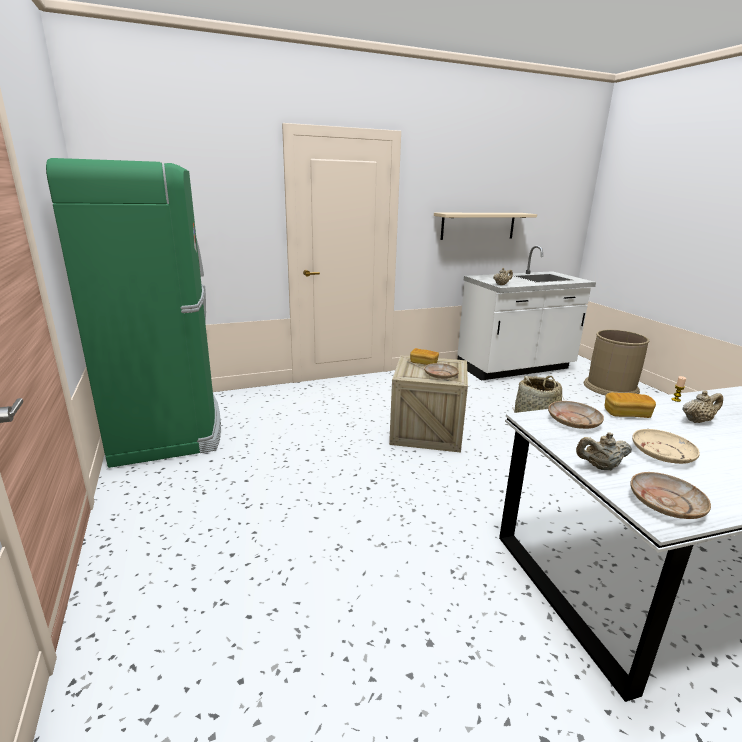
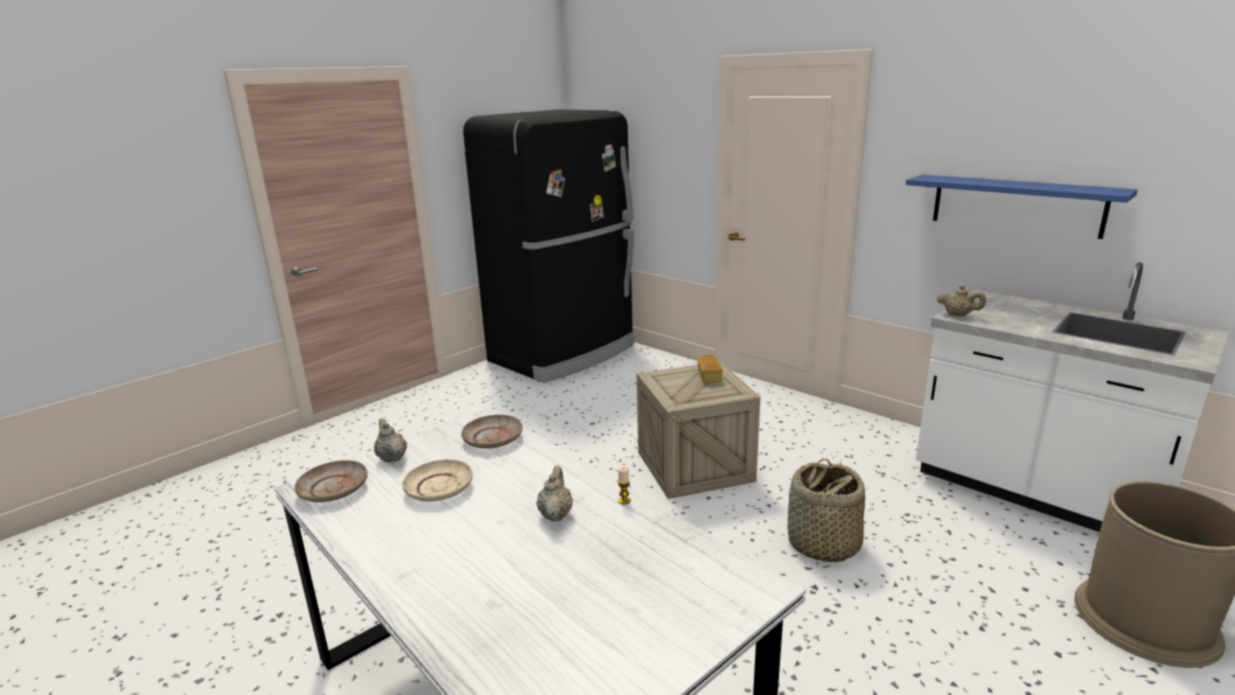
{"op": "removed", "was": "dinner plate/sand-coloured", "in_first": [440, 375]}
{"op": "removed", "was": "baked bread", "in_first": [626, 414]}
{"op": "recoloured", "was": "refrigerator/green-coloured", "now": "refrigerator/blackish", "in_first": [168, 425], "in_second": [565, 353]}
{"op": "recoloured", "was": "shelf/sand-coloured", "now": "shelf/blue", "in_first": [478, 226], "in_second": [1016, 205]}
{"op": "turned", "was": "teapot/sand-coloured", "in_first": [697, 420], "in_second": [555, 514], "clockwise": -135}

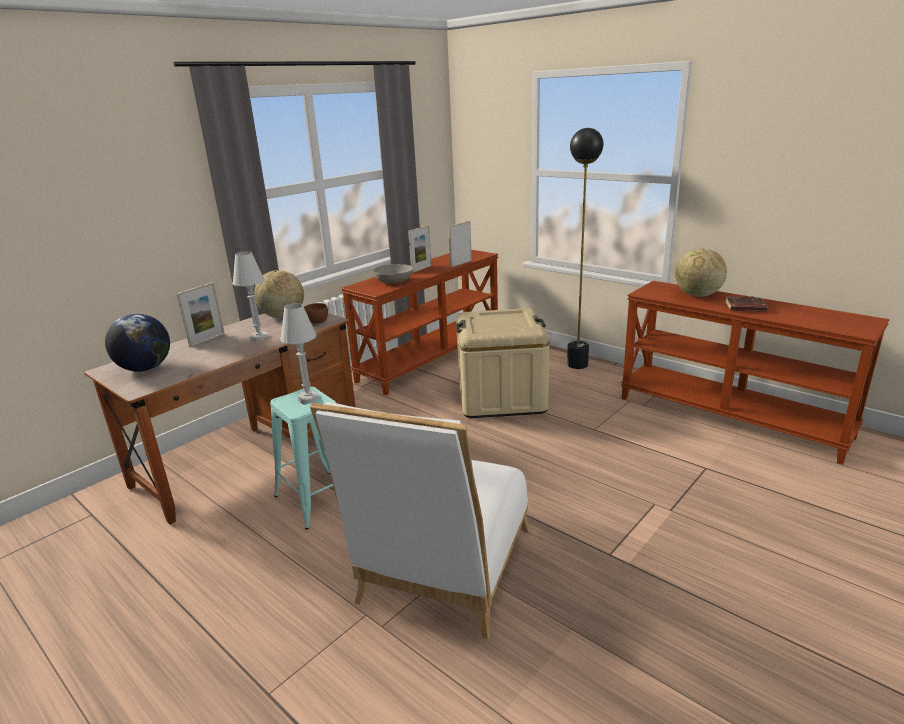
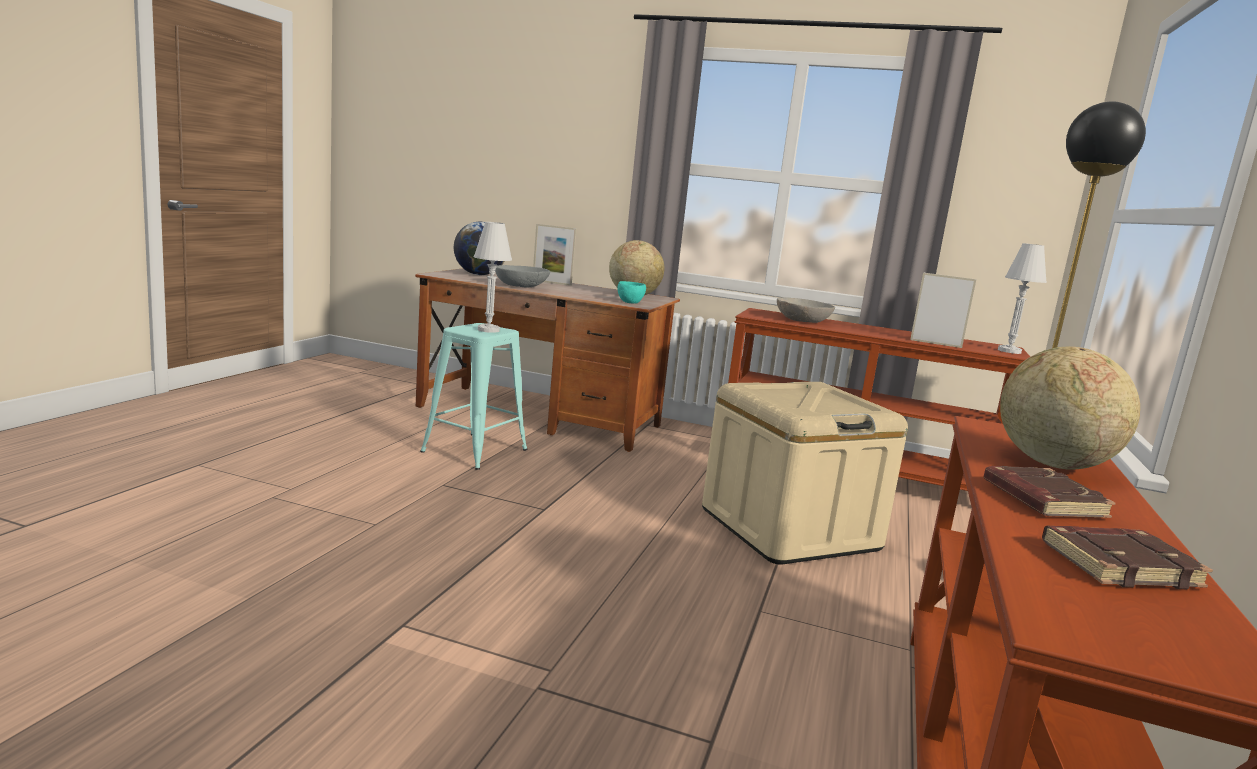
{"op": "removed", "was": "plain chair/white", "in_first": [442, 573]}
{"op": "removed", "was": "photo frame", "in_first": [421, 269]}
{"op": "added", "now": "bowl/greyish", "in_second": [521, 286]}
{"op": "added", "now": "bound book/brown-coloured", "in_second": [1119, 565]}
{"op": "moved", "was": "tabletop lamp/white", "in_first": [259, 337], "in_second": [1009, 351]}
{"op": "recoloured", "was": "bowl/brown-coloured", "now": "bowl/turquoise-coloured", "in_first": [317, 322], "in_second": [629, 302]}

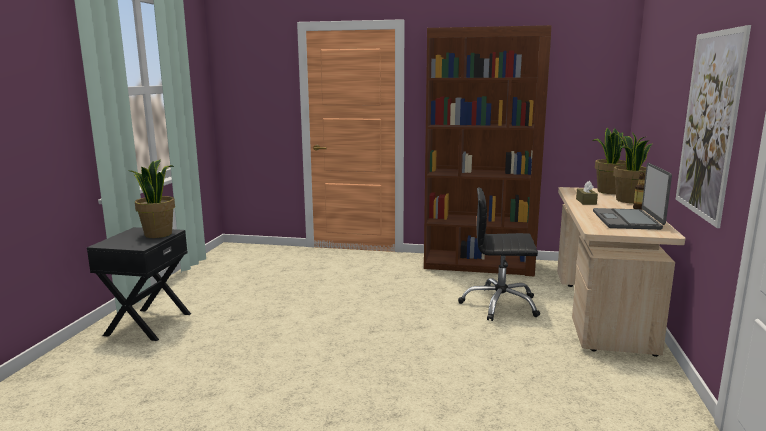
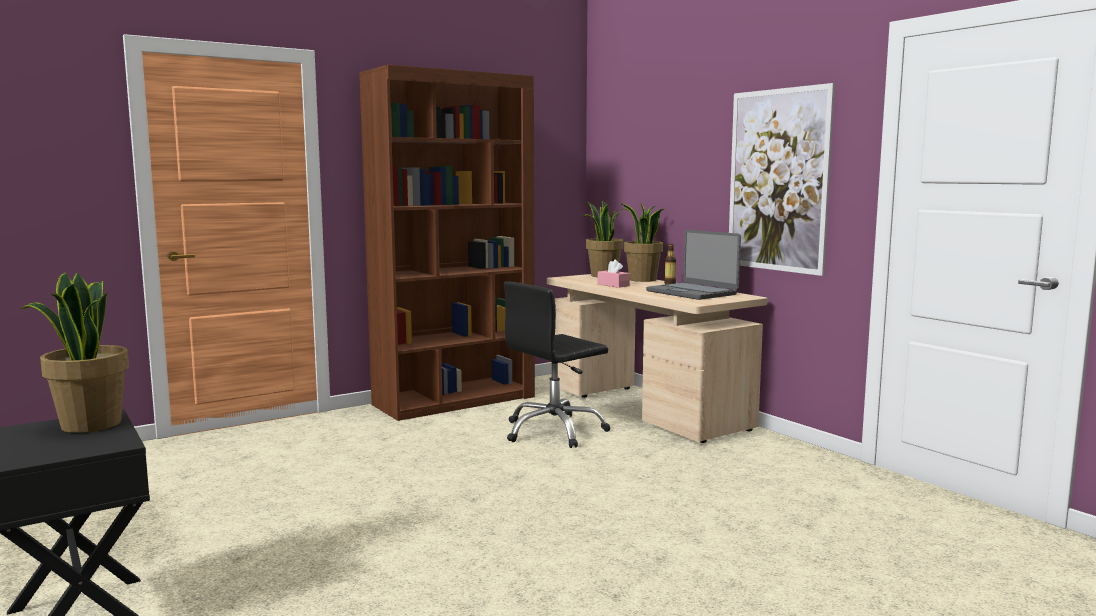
{"op": "recoloured", "was": "box of tissues/brown-coloured", "now": "box of tissues/pink", "in_first": [586, 201], "in_second": [613, 285]}

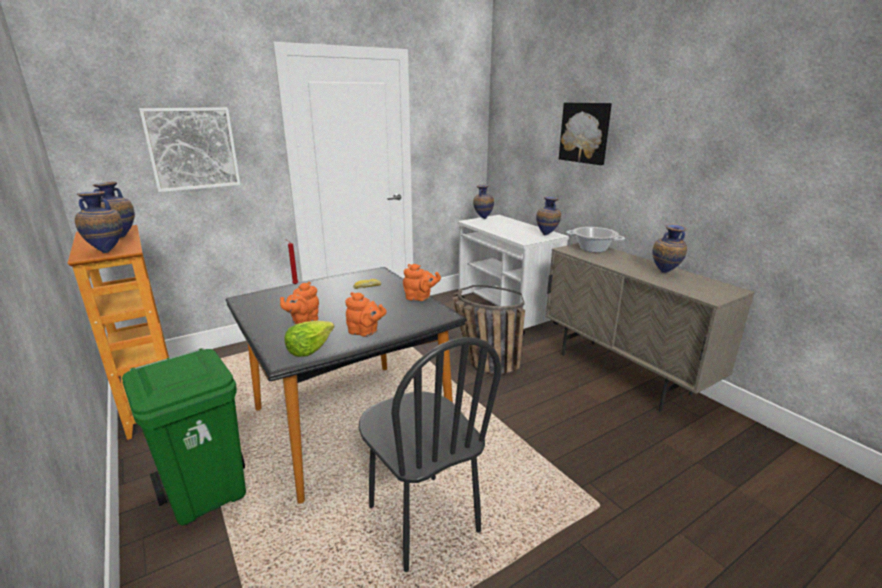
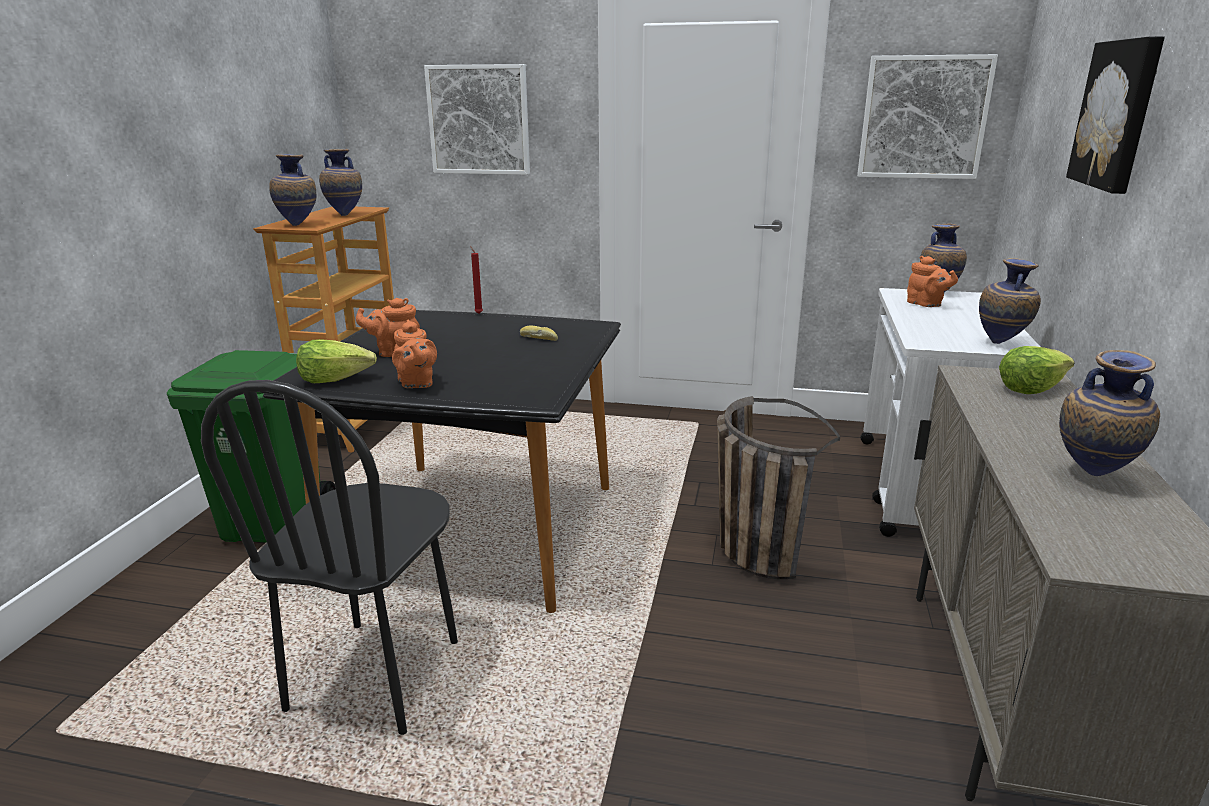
{"op": "added", "now": "wall art", "in_second": [923, 117]}
{"op": "moved", "was": "teapot/orange", "in_first": [420, 298], "in_second": [926, 304]}
{"op": "replaced", "was": "cooking pot", "now": "lettuce", "in_first": [593, 249], "in_second": [1030, 388]}

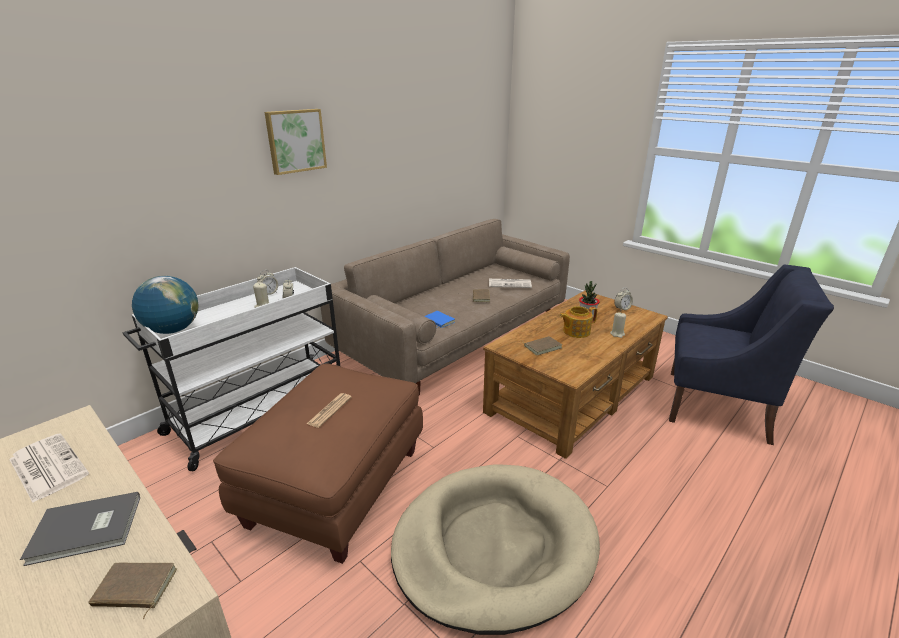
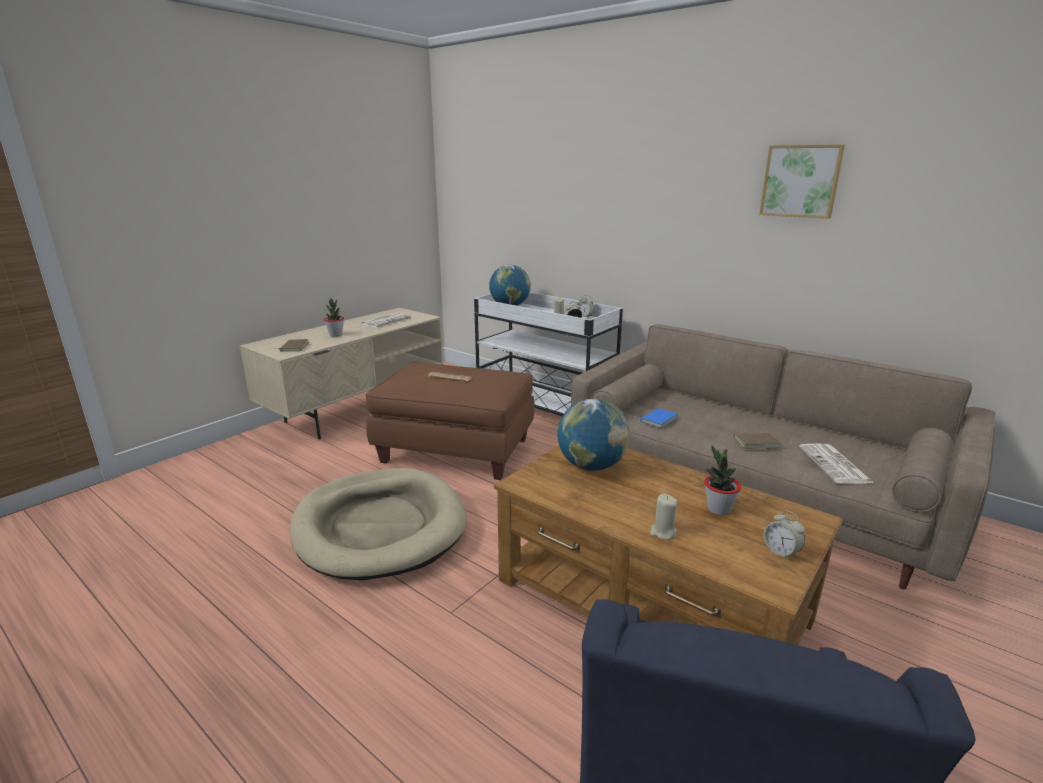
{"op": "removed", "was": "teapot", "in_first": [575, 331]}
{"op": "moved", "was": "wall art", "in_first": [295, 141], "in_second": [801, 181]}
{"op": "replaced", "was": "bound book/greyish", "now": "potted plant", "in_first": [87, 530], "in_second": [336, 334]}
{"op": "replaced", "was": "bound book/brown-coloured", "now": "world globe", "in_first": [542, 347], "in_second": [591, 466]}

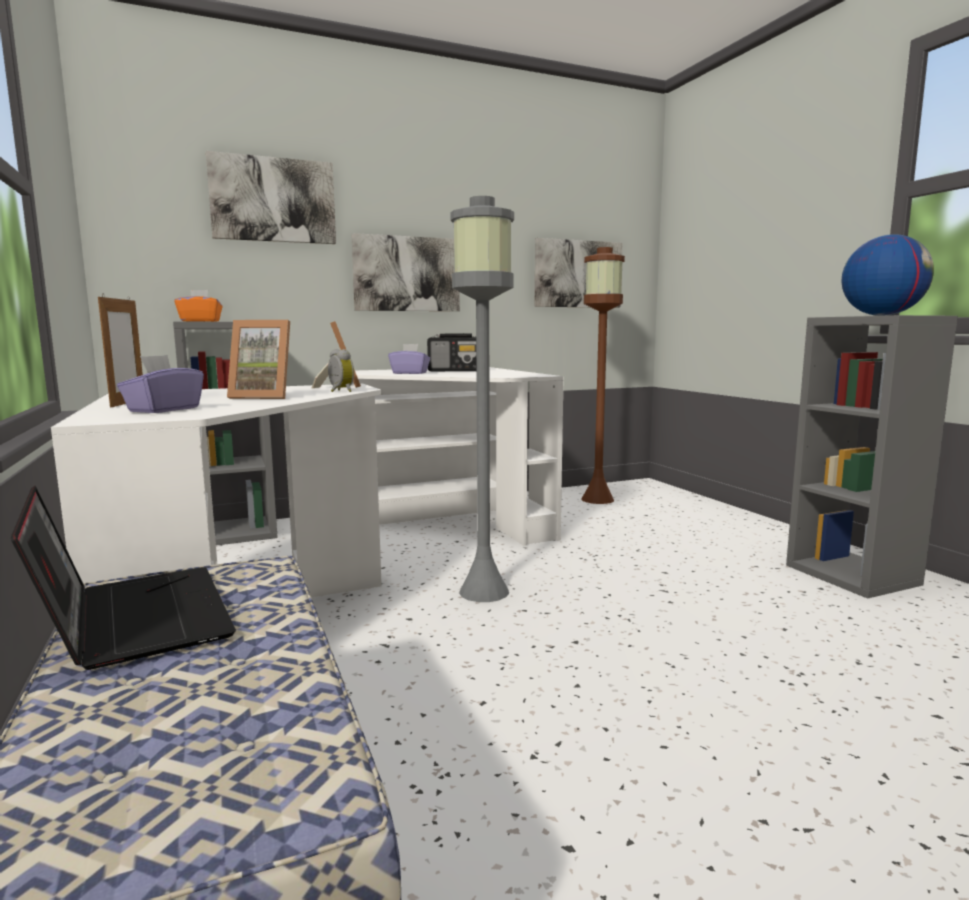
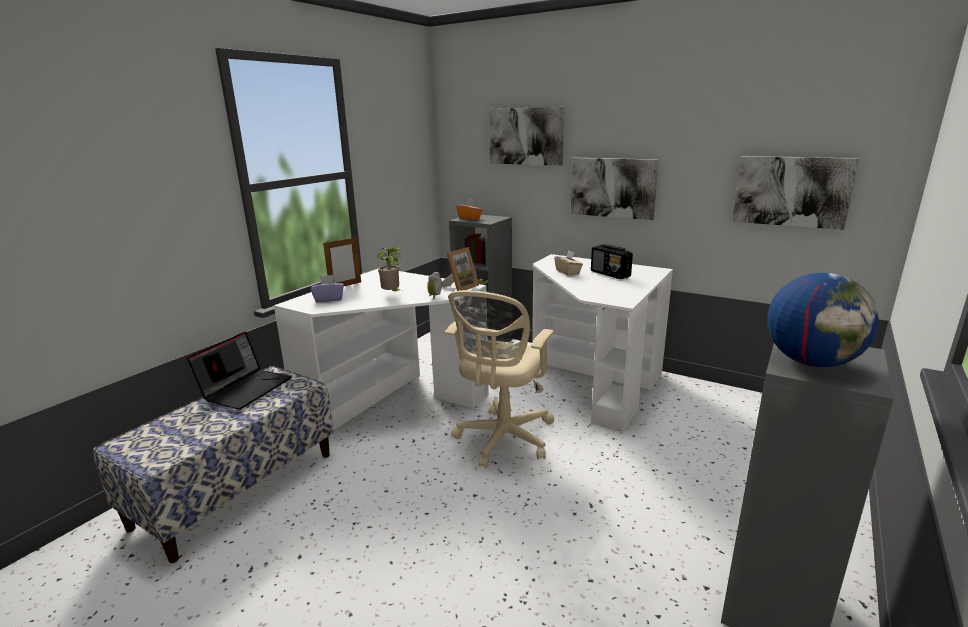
{"op": "removed", "was": "standing lamp/brown-coloured", "in_first": [598, 499]}
{"op": "replaced", "was": "photo frame", "now": "potted plant", "in_first": [264, 397], "in_second": [392, 294]}
{"op": "replaced", "was": "standing lamp/greyish", "now": "desk chair/sand-coloured", "in_first": [483, 592], "in_second": [502, 440]}
{"op": "recoloured", "was": "box of tissues/purple-coloured", "now": "box of tissues/sand-coloured", "in_first": [410, 373], "in_second": [568, 272]}

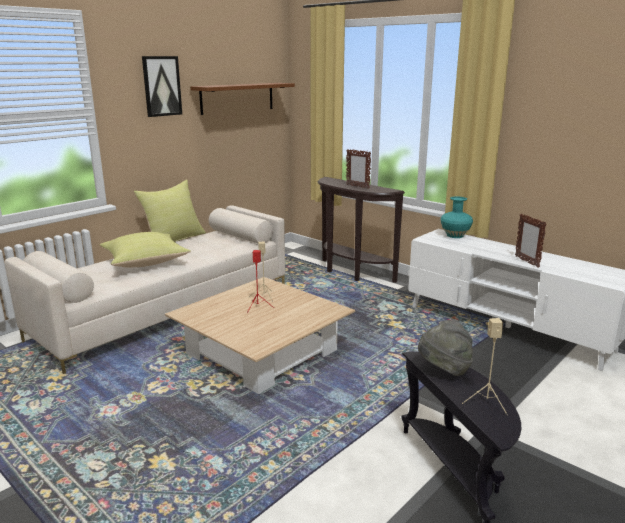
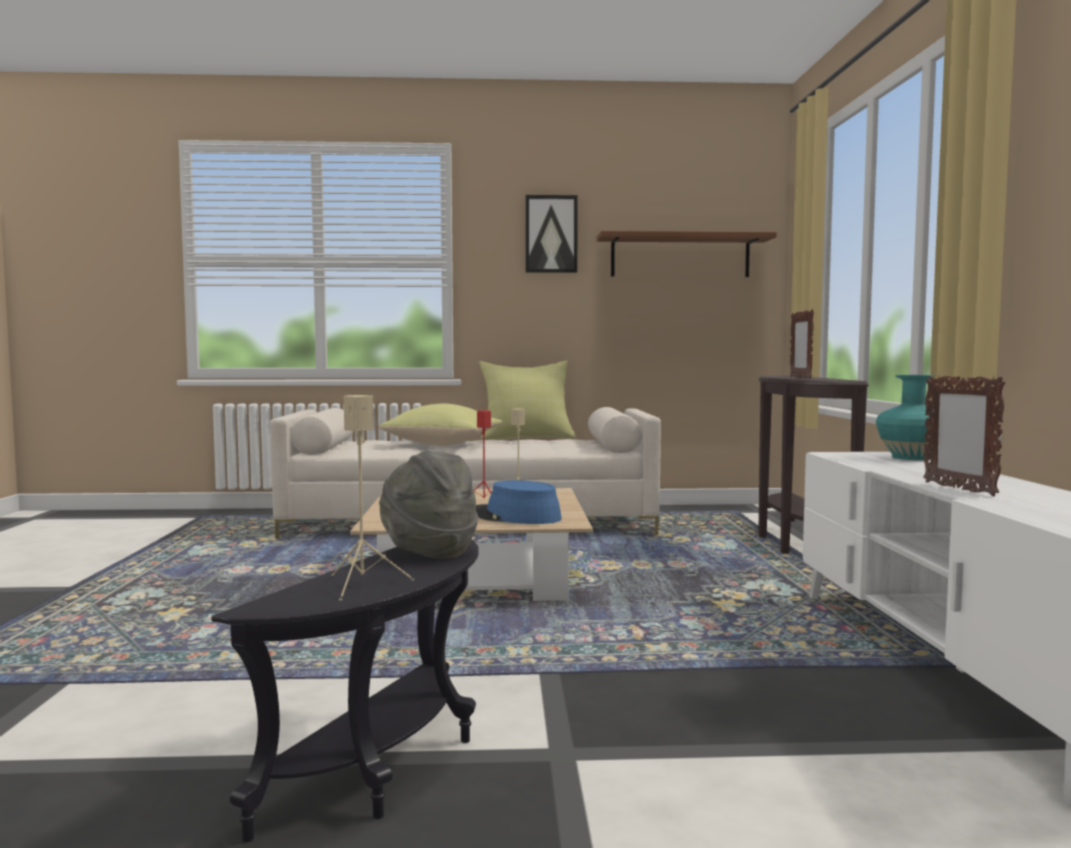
{"op": "added", "now": "clothing hat/blue", "in_second": [515, 516]}
{"op": "turned", "was": "photo frame", "in_first": [526, 262], "in_second": [958, 489], "clockwise": -45}

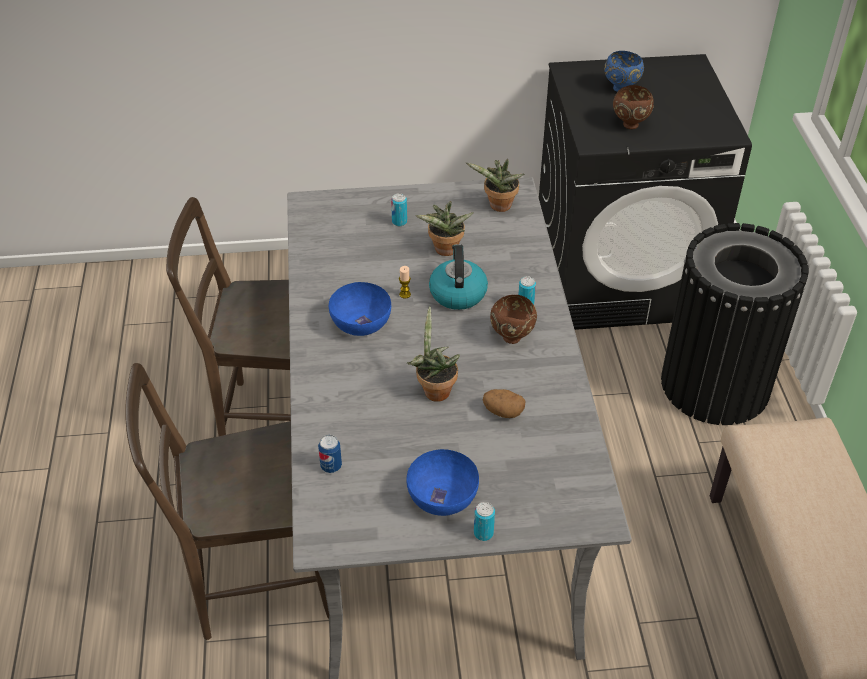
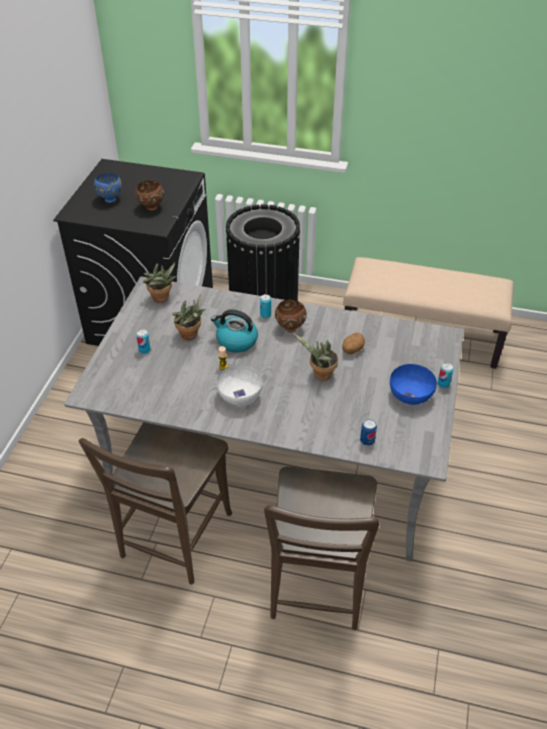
{"op": "recoloured", "was": "bowl/blue", "now": "bowl/white", "in_first": [360, 323], "in_second": [239, 395]}

